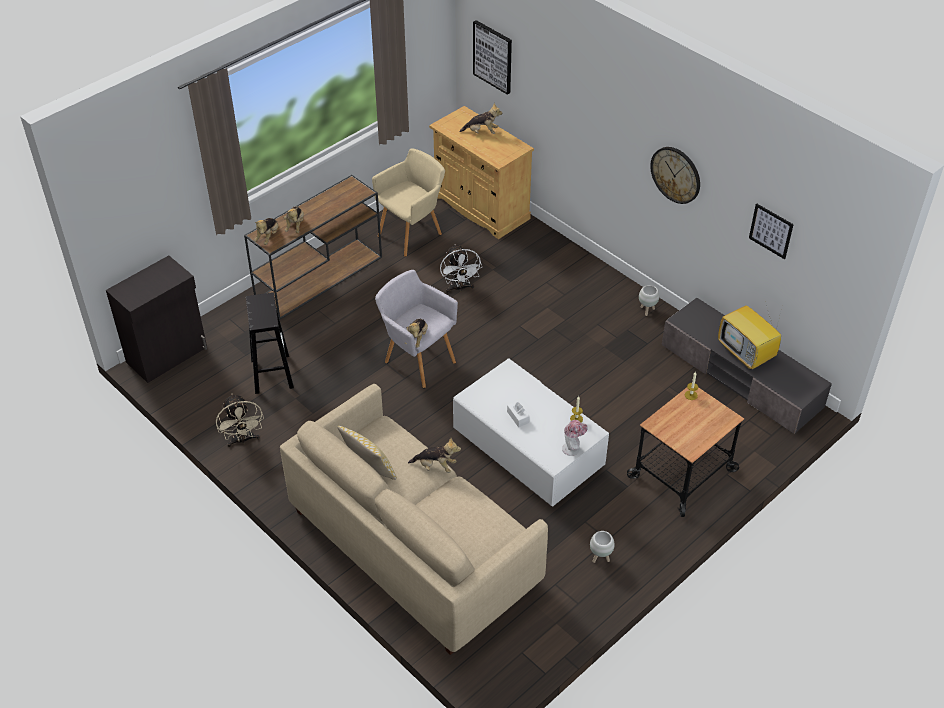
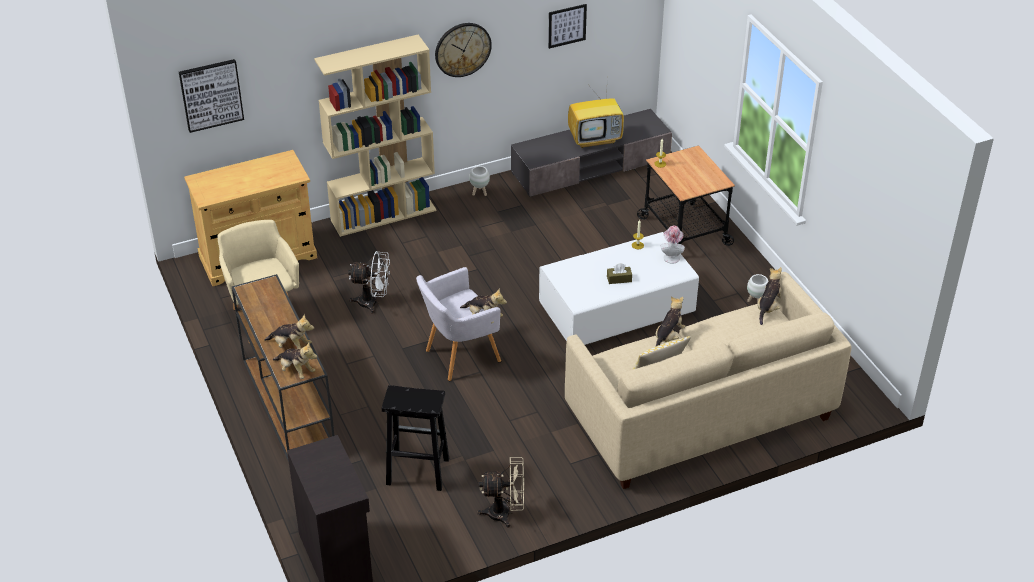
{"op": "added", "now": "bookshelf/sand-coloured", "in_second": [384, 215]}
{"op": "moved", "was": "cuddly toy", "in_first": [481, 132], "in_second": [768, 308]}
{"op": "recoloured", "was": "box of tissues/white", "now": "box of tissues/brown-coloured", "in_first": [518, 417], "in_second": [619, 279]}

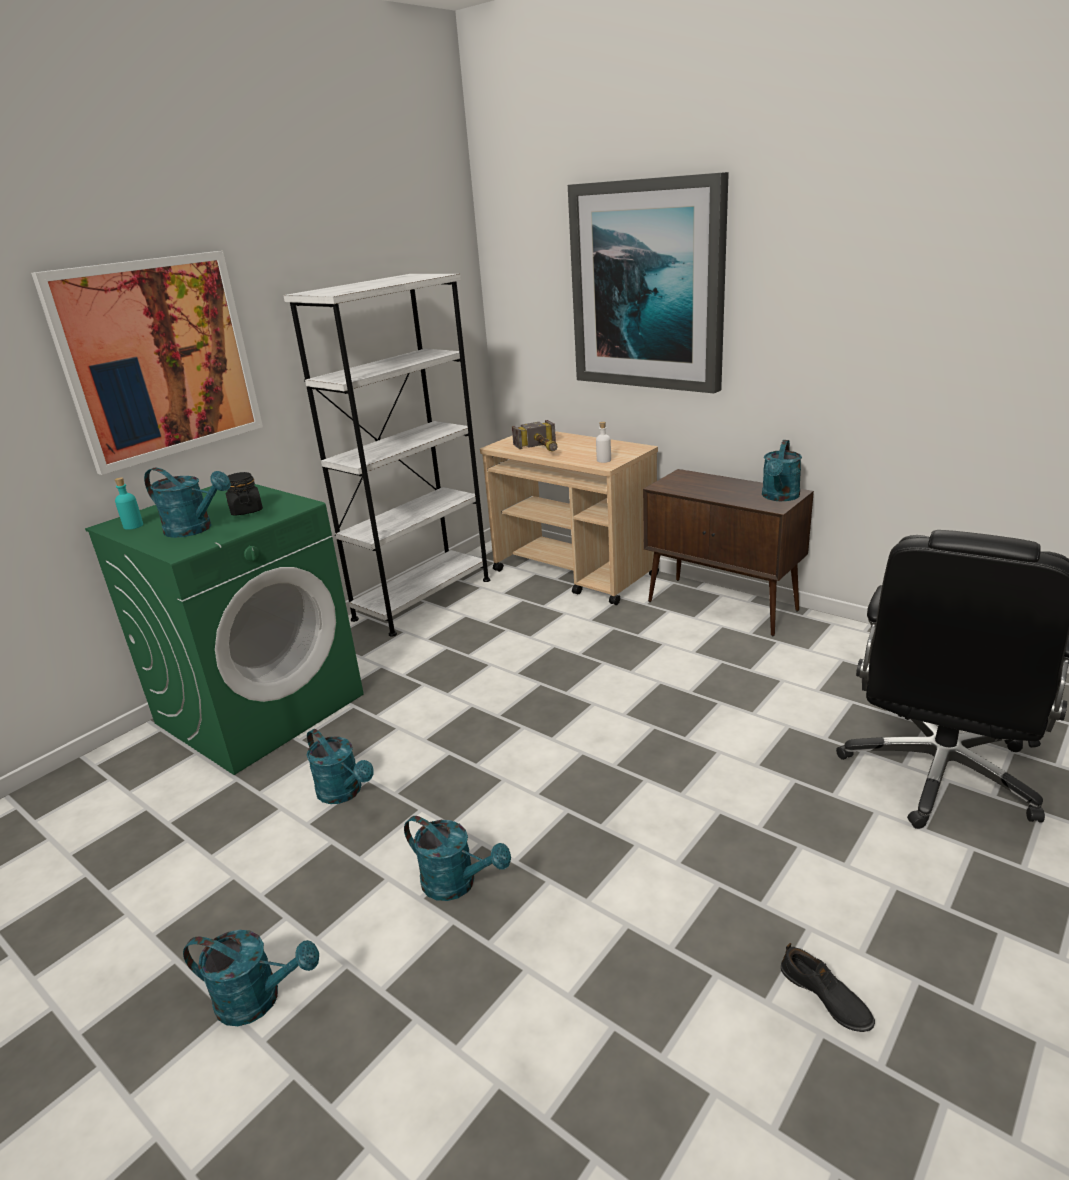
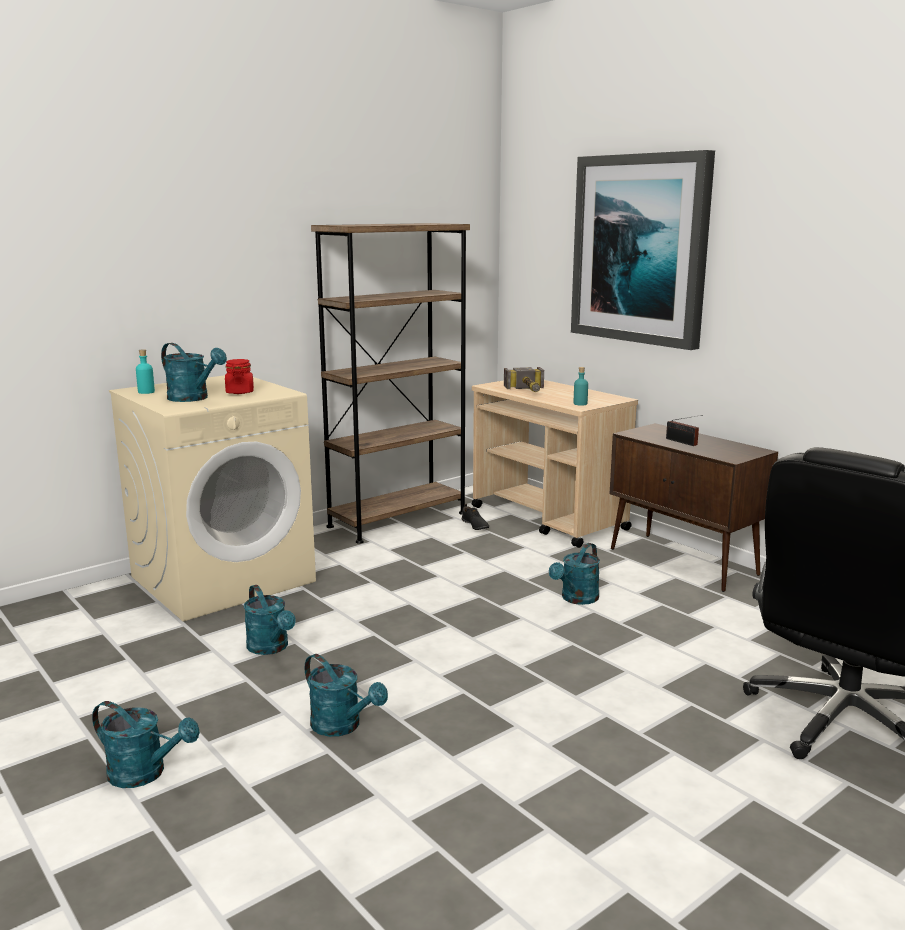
{"op": "removed", "was": "wall art", "in_first": [159, 359]}
{"op": "added", "now": "radio", "in_second": [682, 442]}
{"op": "moved", "was": "watering pot/turquoise-coloured", "in_first": [779, 497], "in_second": [576, 599]}
{"op": "moved", "was": "shoe/blackish", "in_first": [825, 997], "in_second": [475, 525]}
{"op": "recoloured", "was": "washing machine/green-coloured", "now": "washing machine/sand-coloured", "in_first": [261, 708], "in_second": [223, 578]}
{"op": "recoloured", "was": "jar/blackish", "now": "jar/red", "in_first": [246, 510], "in_second": [240, 392]}
{"op": "recoloured", "was": "bookshelf/white", "now": "bookshelf/brown-coloured", "in_first": [423, 599], "in_second": [397, 519]}
{"op": "recoloured", "was": "bottle/white", "now": "bottle/turquoise-coloured", "in_first": [603, 460], "in_second": [580, 404]}

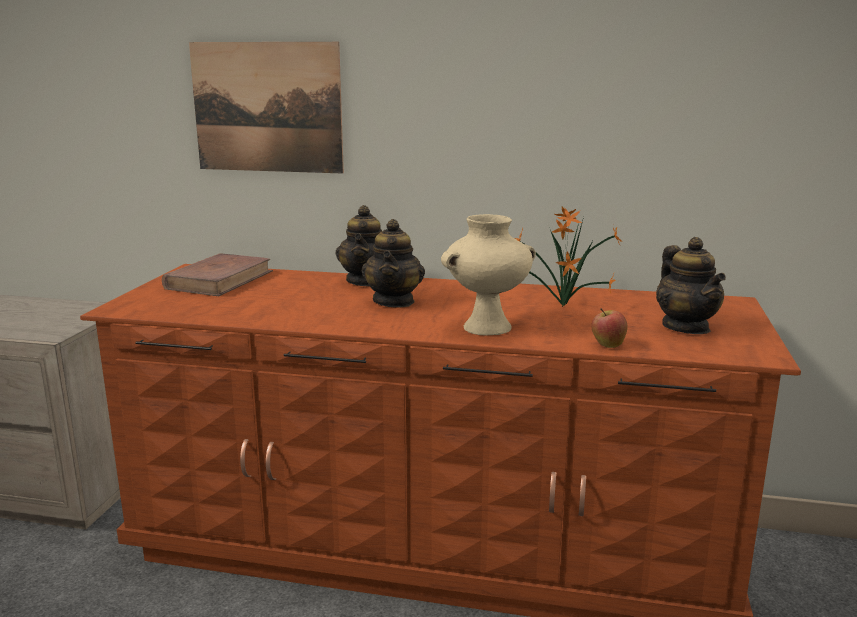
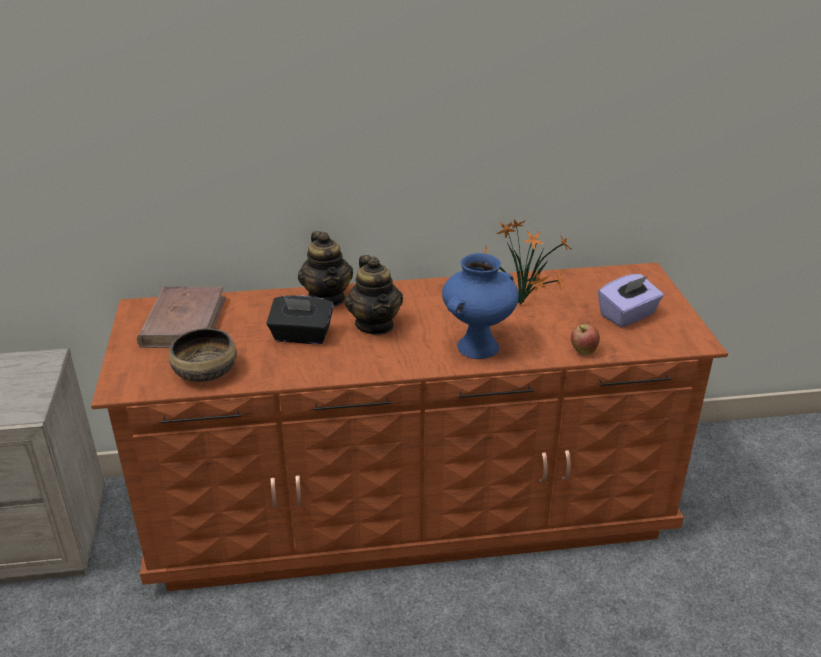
{"op": "removed", "was": "wall art", "in_first": [267, 107]}
{"op": "added", "now": "bowl", "in_second": [206, 371]}
{"op": "added", "now": "box of tissues/blackish", "in_second": [301, 336]}
{"op": "replaced", "was": "teapot", "now": "box of tissues/purple-coloured", "in_first": [686, 327], "in_second": [627, 315]}
{"op": "recoloured", "was": "vase/sand-coloured", "now": "vase/blue", "in_first": [487, 327], "in_second": [478, 346]}

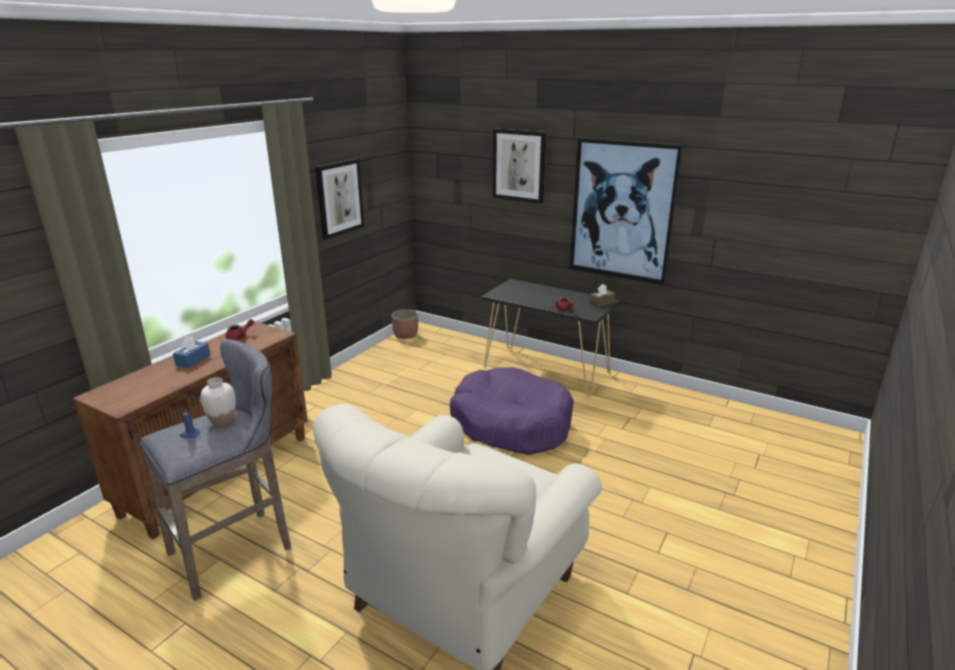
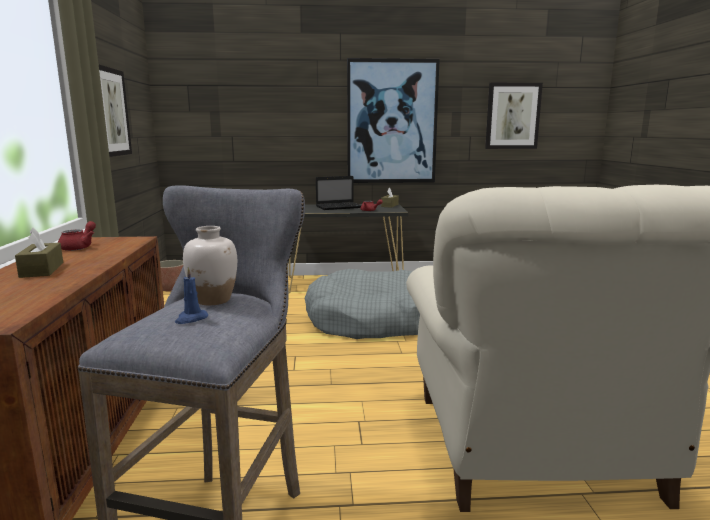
{"op": "added", "now": "portable computer", "in_second": [340, 207]}
{"op": "moved", "was": "wall art", "in_first": [519, 165], "in_second": [512, 116]}
{"op": "recoloured", "was": "box of tissues/blue", "now": "box of tissues/brown-coloured", "in_first": [193, 360], "in_second": [42, 270]}
{"op": "recoloured", "was": "dog cushion/purple-coloured", "now": "dog cushion/greyish", "in_first": [511, 424], "in_second": [370, 320]}

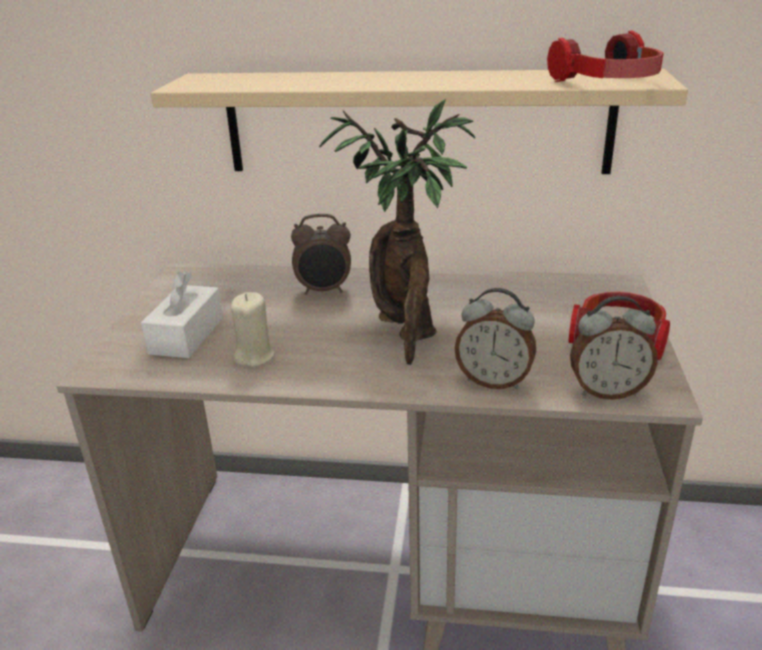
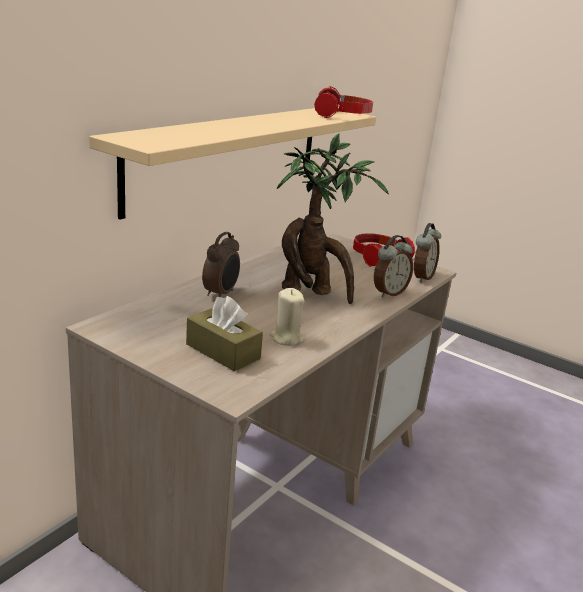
{"op": "recoloured", "was": "box of tissues/white", "now": "box of tissues/brown-coloured", "in_first": [187, 335], "in_second": [223, 351]}

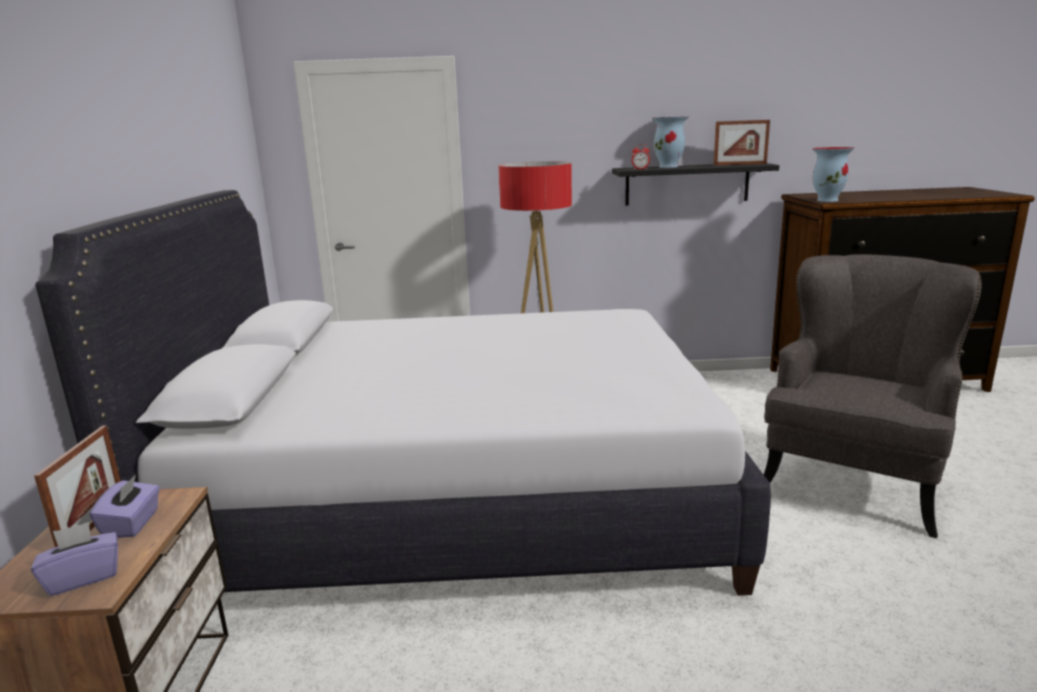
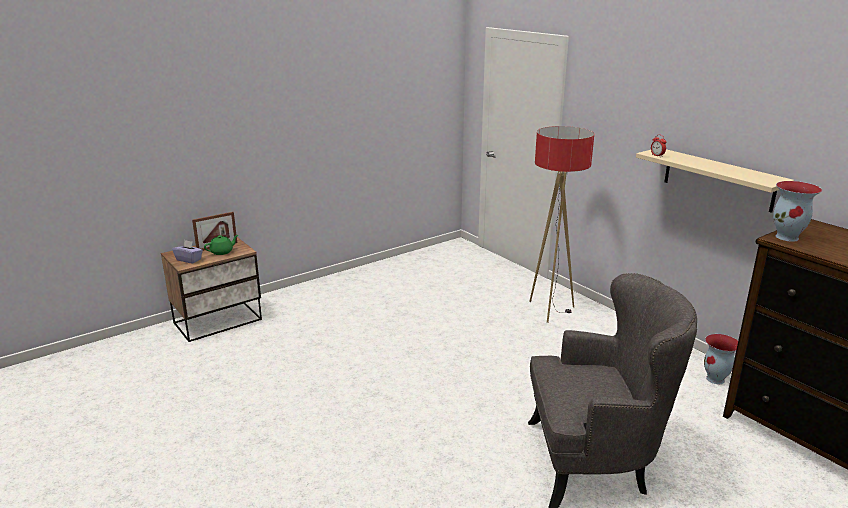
{"op": "removed", "was": "sleeping bed/white", "in_first": [458, 498]}
{"op": "removed", "was": "photo frame", "in_first": [740, 164]}
{"op": "moved", "was": "vase", "in_first": [669, 166], "in_second": [716, 379]}
{"op": "replaced", "was": "box of tissues/purple-coloured", "now": "teapot/green-coloured", "in_first": [132, 524], "in_second": [222, 252]}
{"op": "recoloured", "was": "shelf/blackish", "now": "shelf/sand-coloured", "in_first": [687, 184], "in_second": [718, 179]}

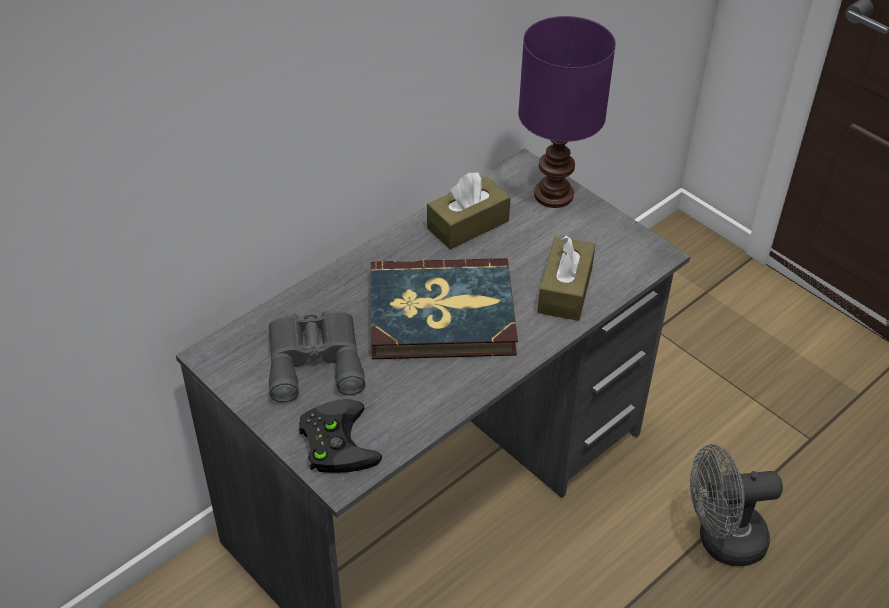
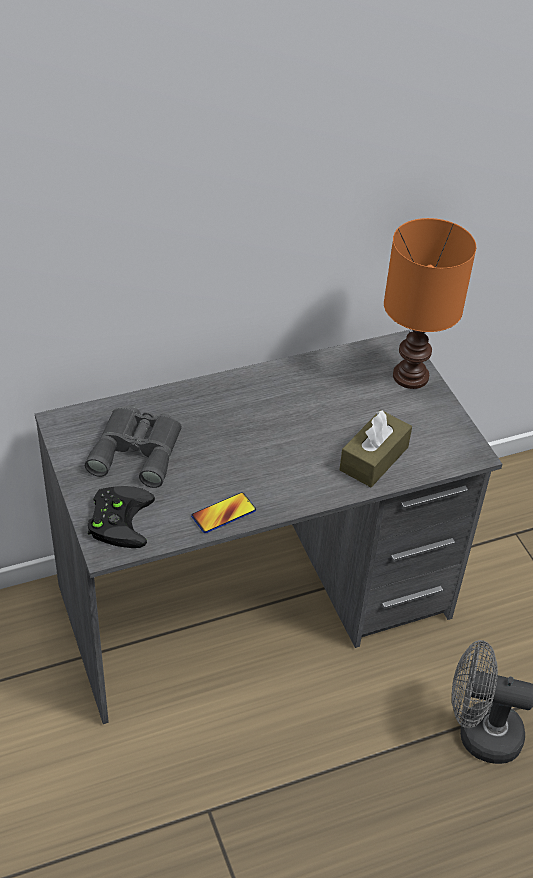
{"op": "removed", "was": "bound book", "in_first": [441, 314]}
{"op": "removed", "was": "box of tissues/brown-coloured", "in_first": [468, 224]}
{"op": "added", "now": "phone", "in_second": [223, 514]}
{"op": "recoloured", "was": "tabletop lamp/purple-coloured", "now": "tabletop lamp/orange", "in_first": [552, 194], "in_second": [409, 375]}

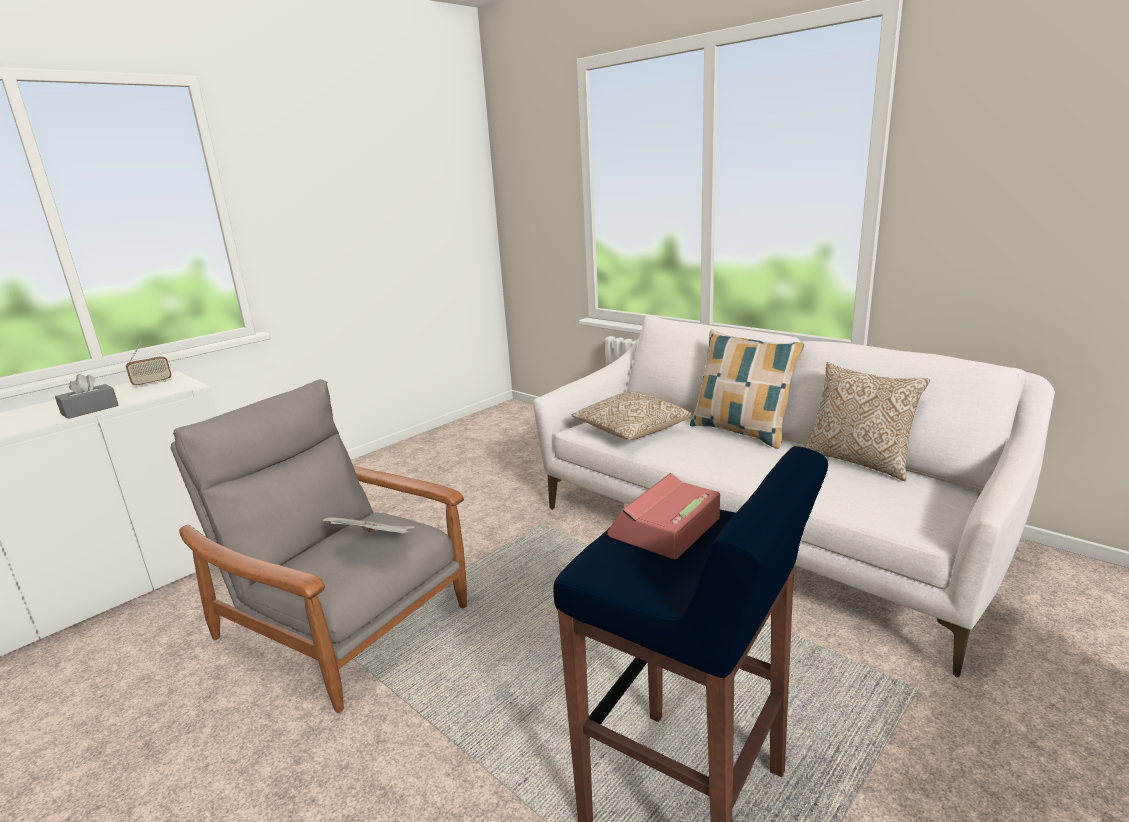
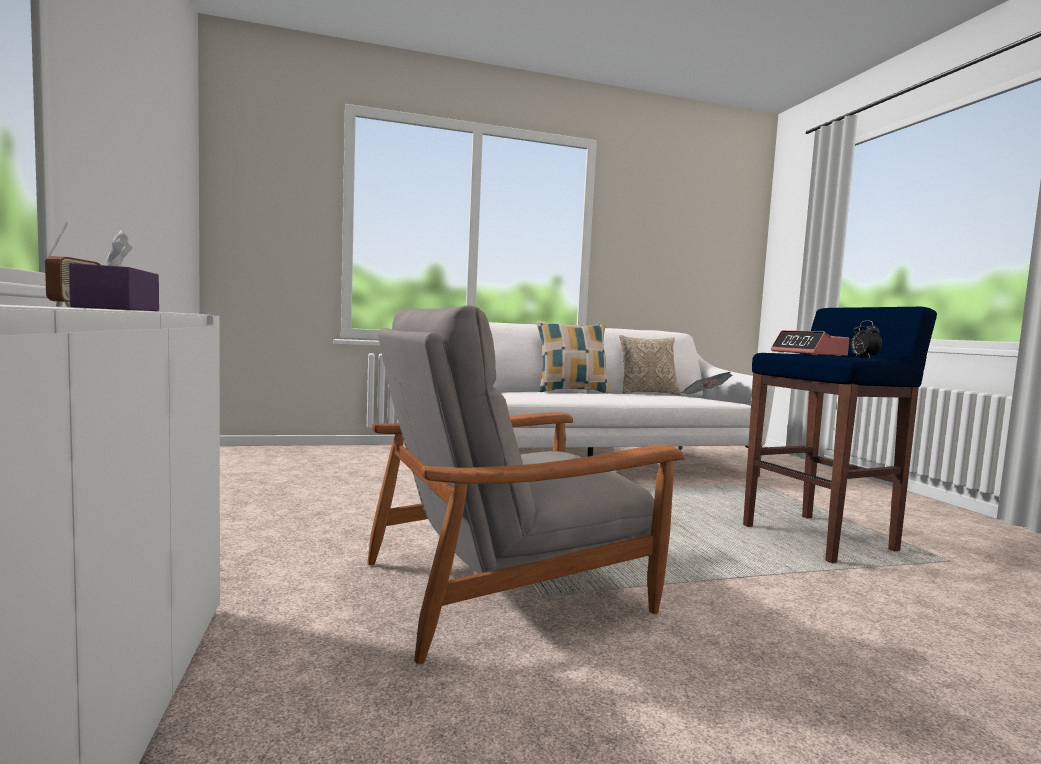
{"op": "removed", "was": "throw pillow", "in_first": [631, 431]}
{"op": "added", "now": "bedside clock", "in_second": [863, 357]}
{"op": "moved", "was": "newspaper", "in_first": [376, 545], "in_second": [704, 397]}
{"op": "recoloured", "was": "box of tissues/greyish", "now": "box of tissues/purple-coloured", "in_first": [90, 410], "in_second": [118, 309]}

